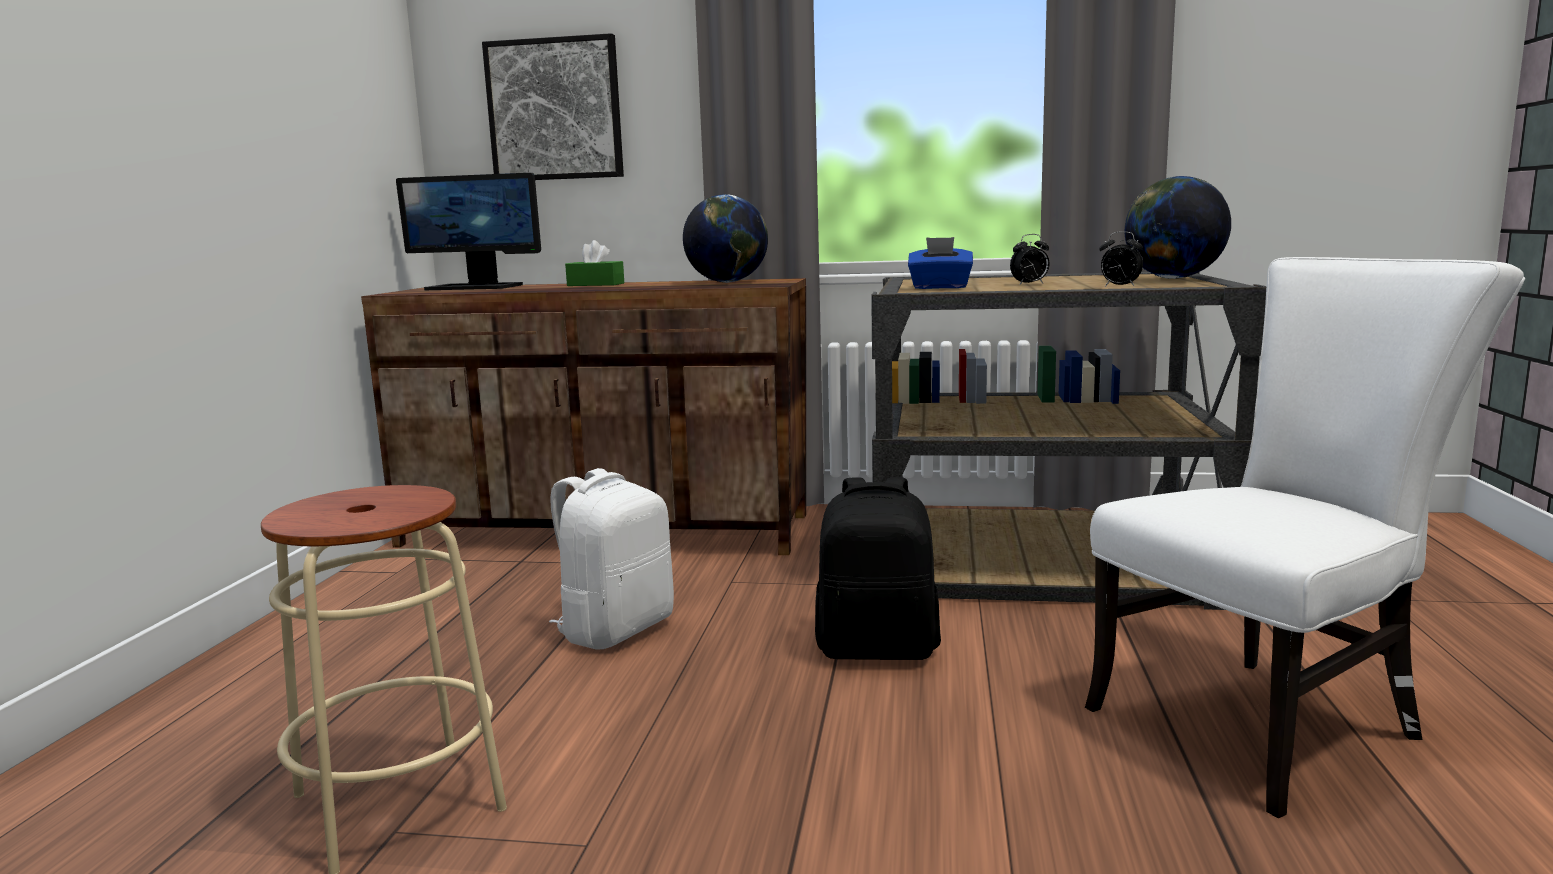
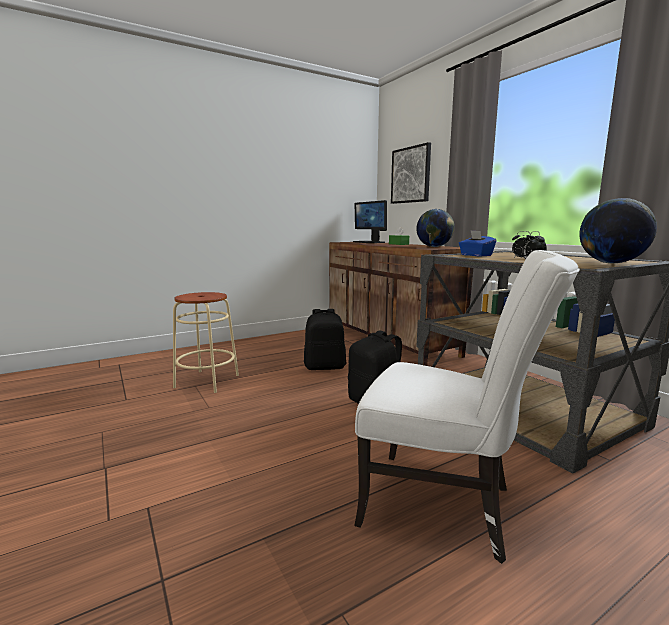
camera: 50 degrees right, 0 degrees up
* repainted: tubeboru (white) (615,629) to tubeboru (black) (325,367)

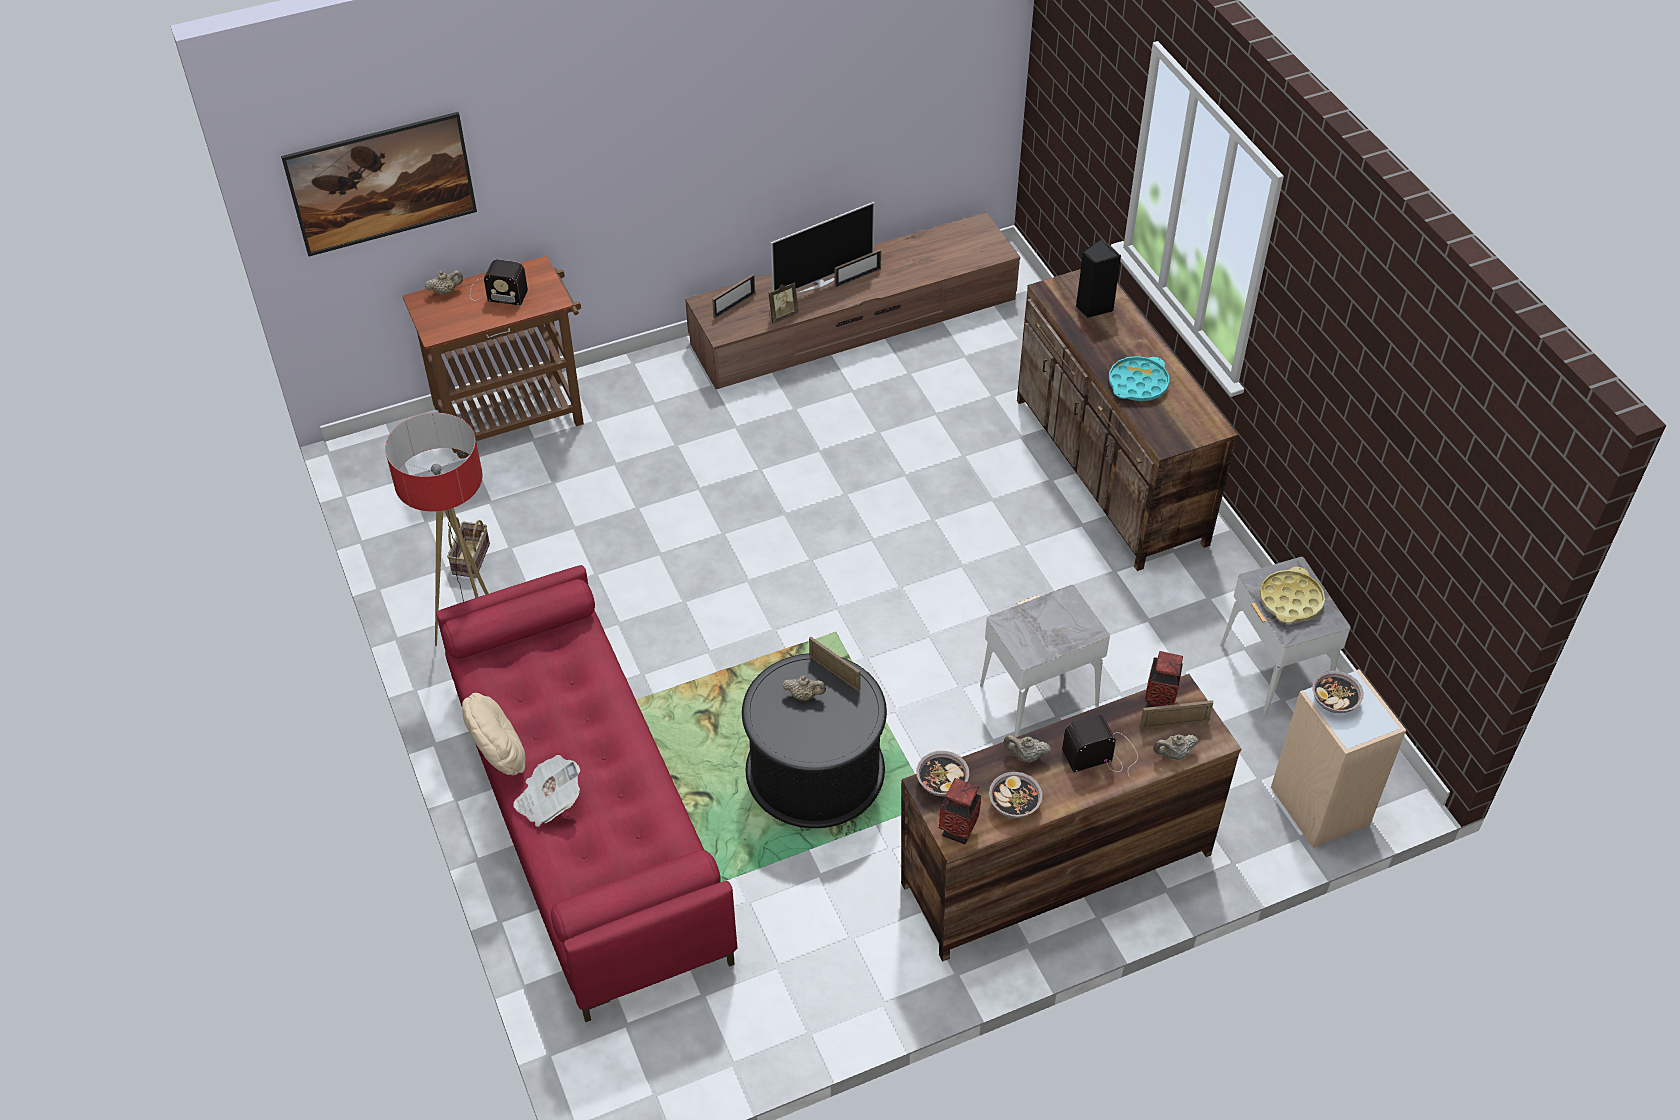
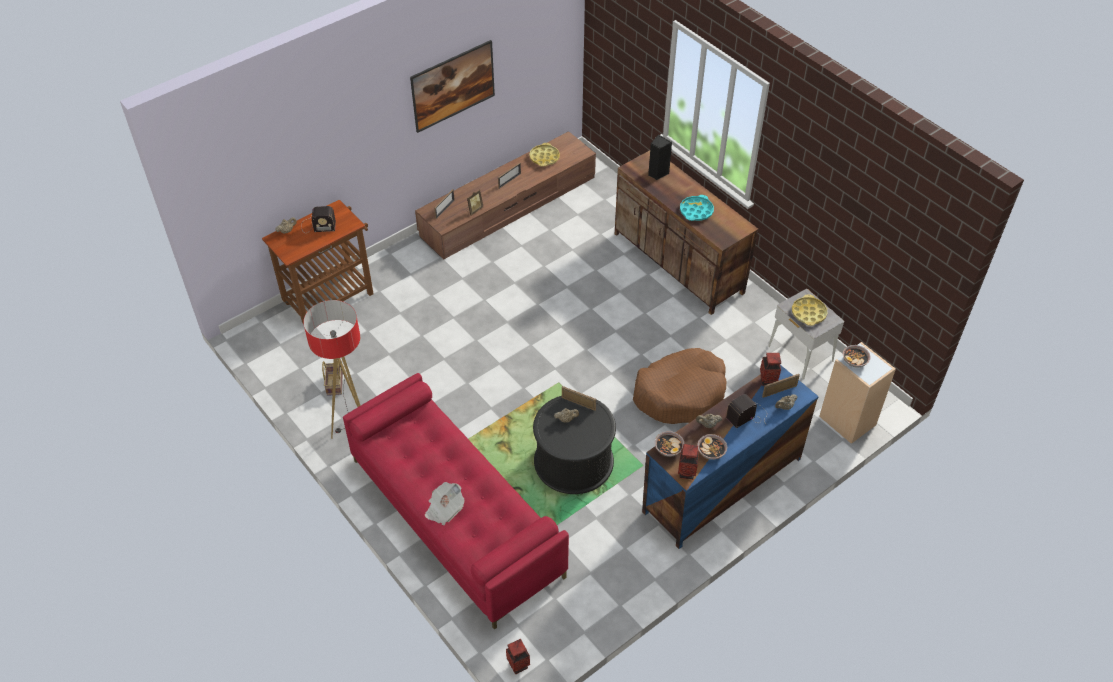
camera: 15 degrees left, 0 degrees up
* shifted: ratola (387,208) to (454,99)
* new: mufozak (518,665)
* new: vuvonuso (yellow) (544,157)
* swapped: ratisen (1037,695) to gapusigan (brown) (680,393)
* repainted: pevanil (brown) (1053,867) to pevanil (blue) (720,485)
* gone: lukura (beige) (499,757)
* gone: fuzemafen (821,283)

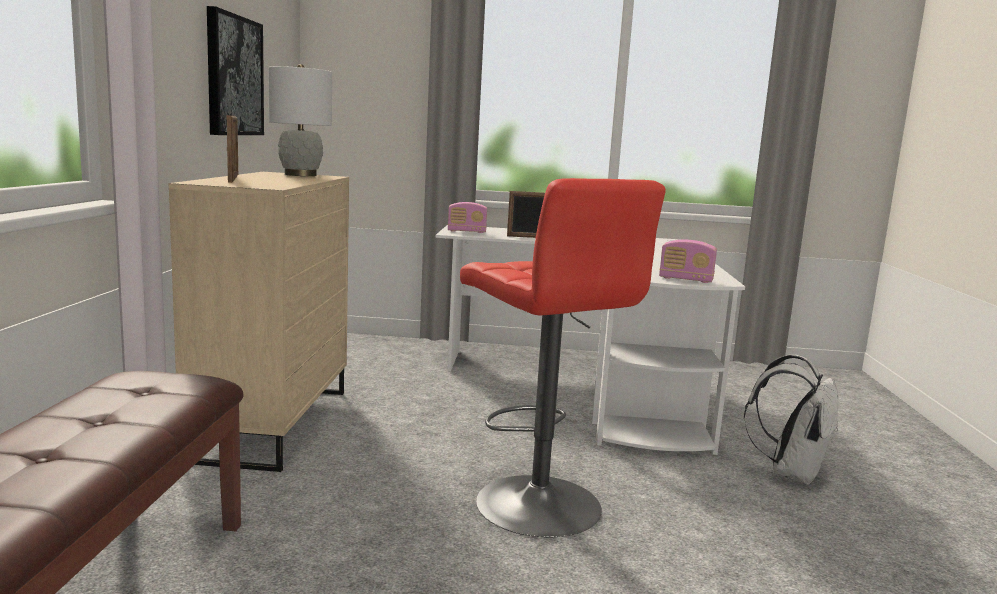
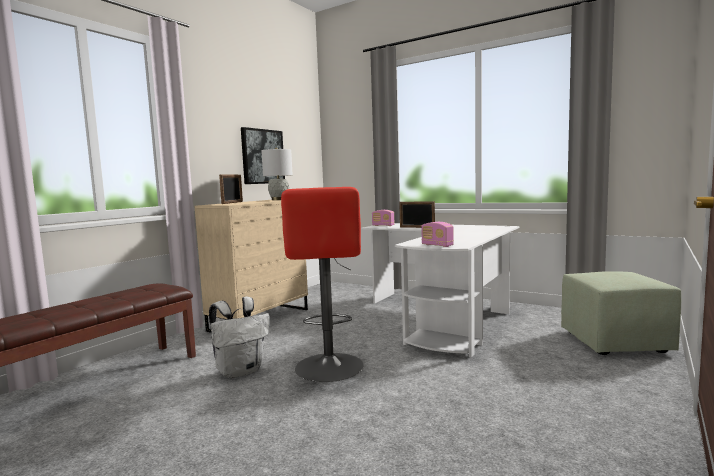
camera: 30 degrees right, 5 degrees down
* shifted: tubeboru (white) (790,472) to (240,371)
* new: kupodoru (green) (616,343)

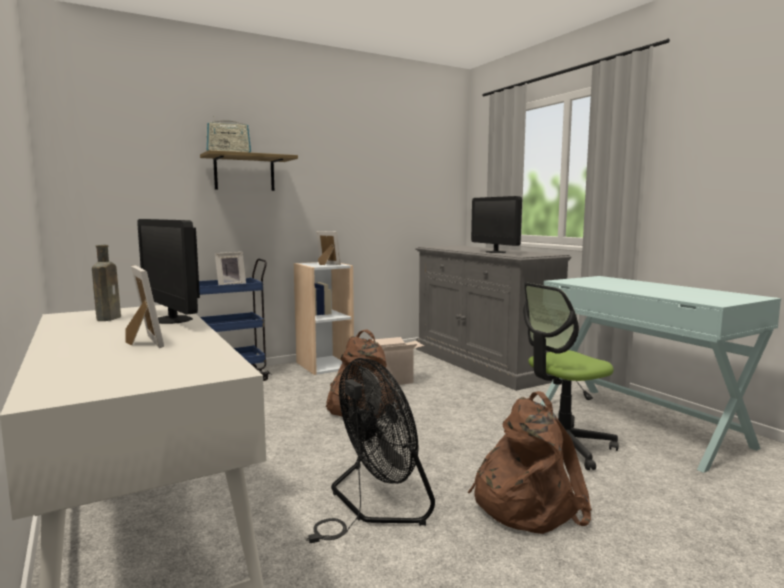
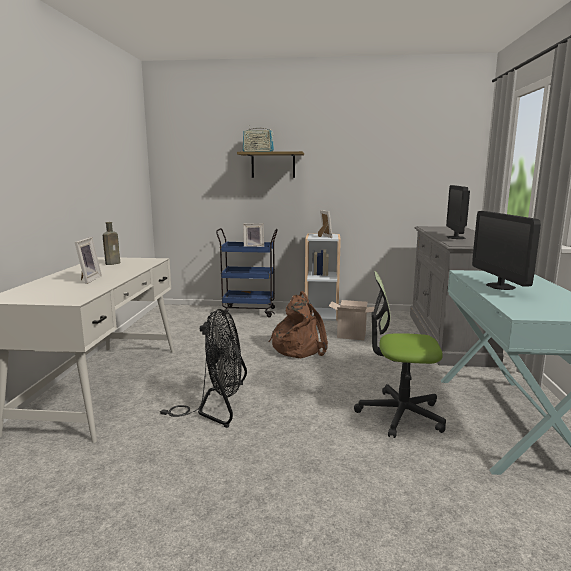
camera: 35 degrees right, 5 degrees up
* shifted: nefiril (173,319) to (500,286)
* gone: tubeboru (brown) (525,503)

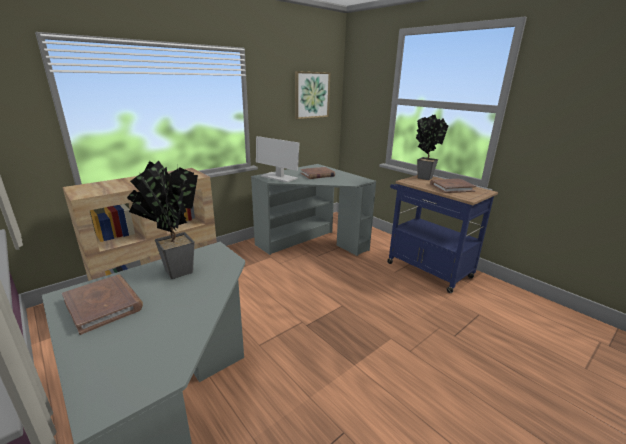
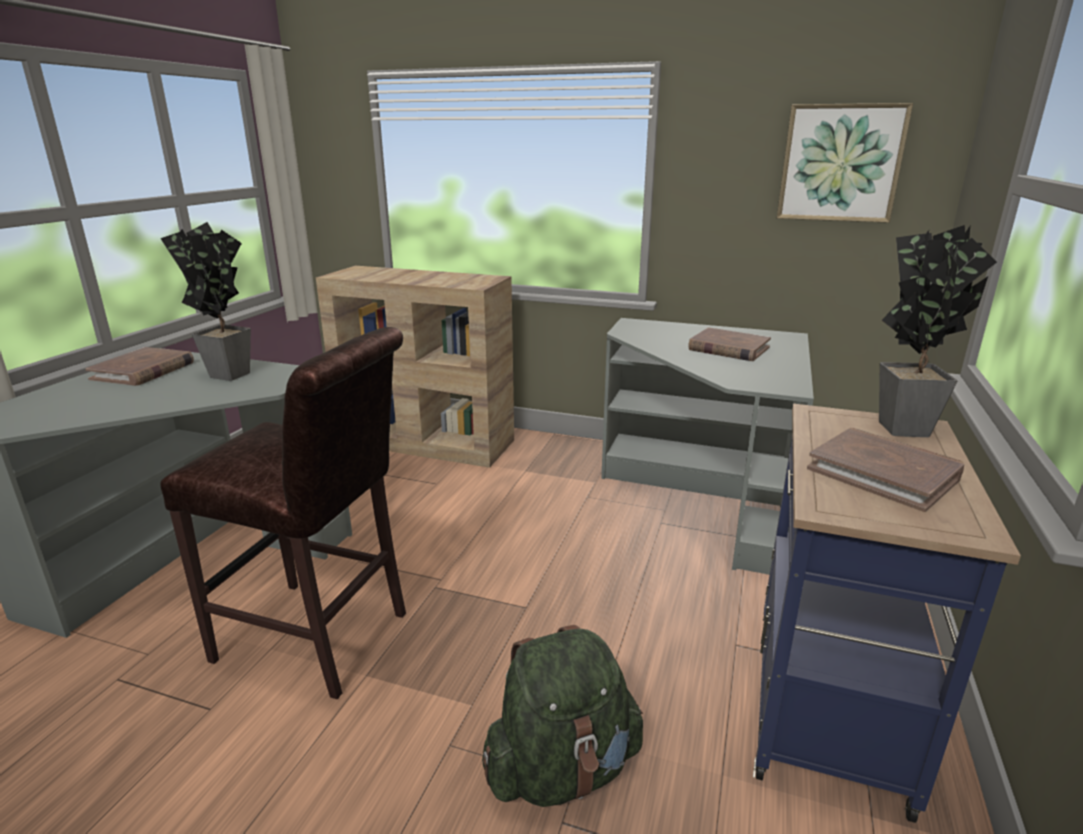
camera: 60 degrees right, 0 degrees up
* new: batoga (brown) (320,640)
* new: tubeboru (green) (562,770)
* gone: nefiril (278,177)

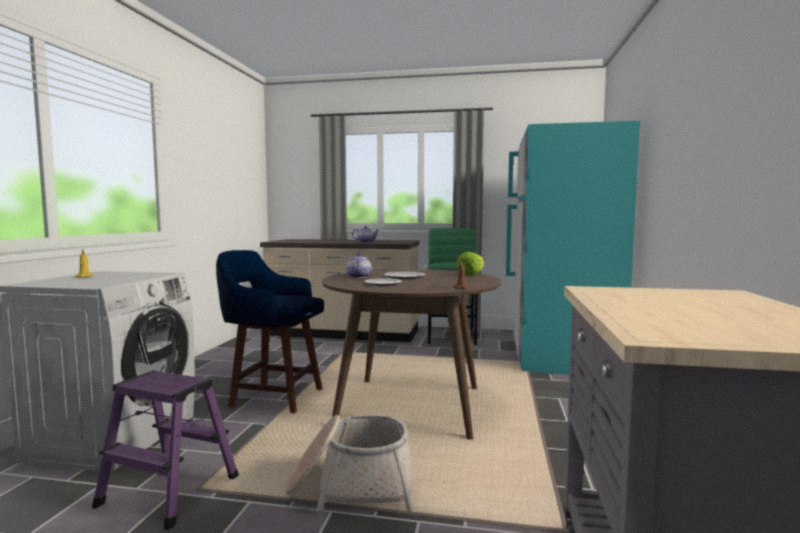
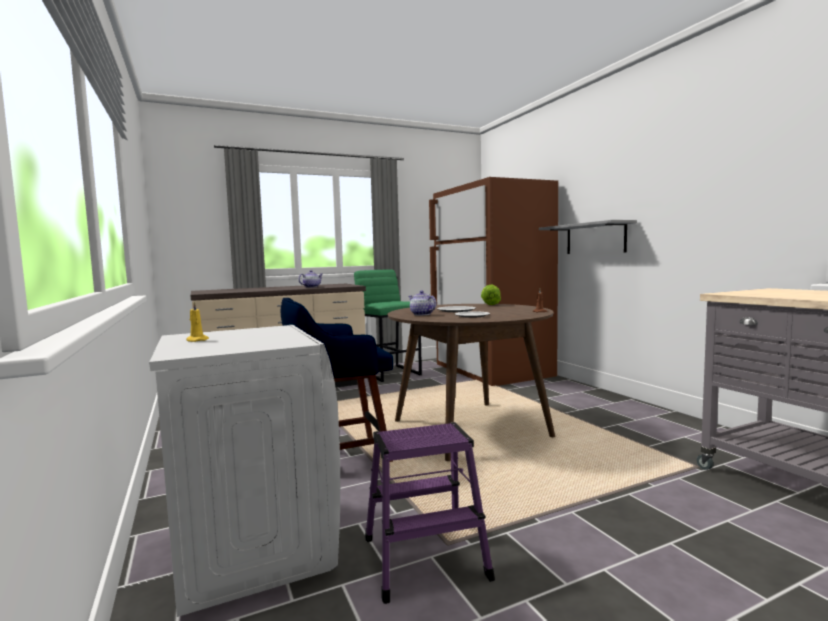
camera: 35 degrees left, 0 degrees up
* repainted: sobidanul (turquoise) (561,354) to sobidanul (brown) (492,370)
* new: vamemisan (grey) (595,238)
* gone: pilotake (352,486)

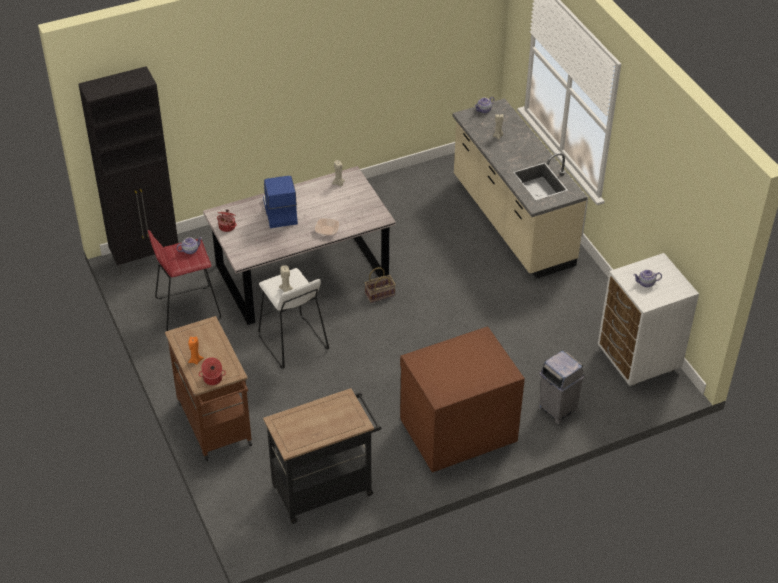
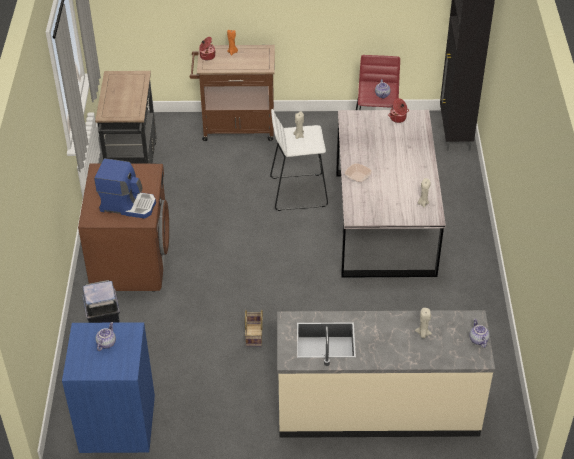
camera: 115 degrees right, 0 degrees up
* repainted: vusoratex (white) (638,360) to vusoratex (blue) (118,427)
* shifted: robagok (279,211) to (128,204)
* shifted: pilotake (380,294) to (254,335)

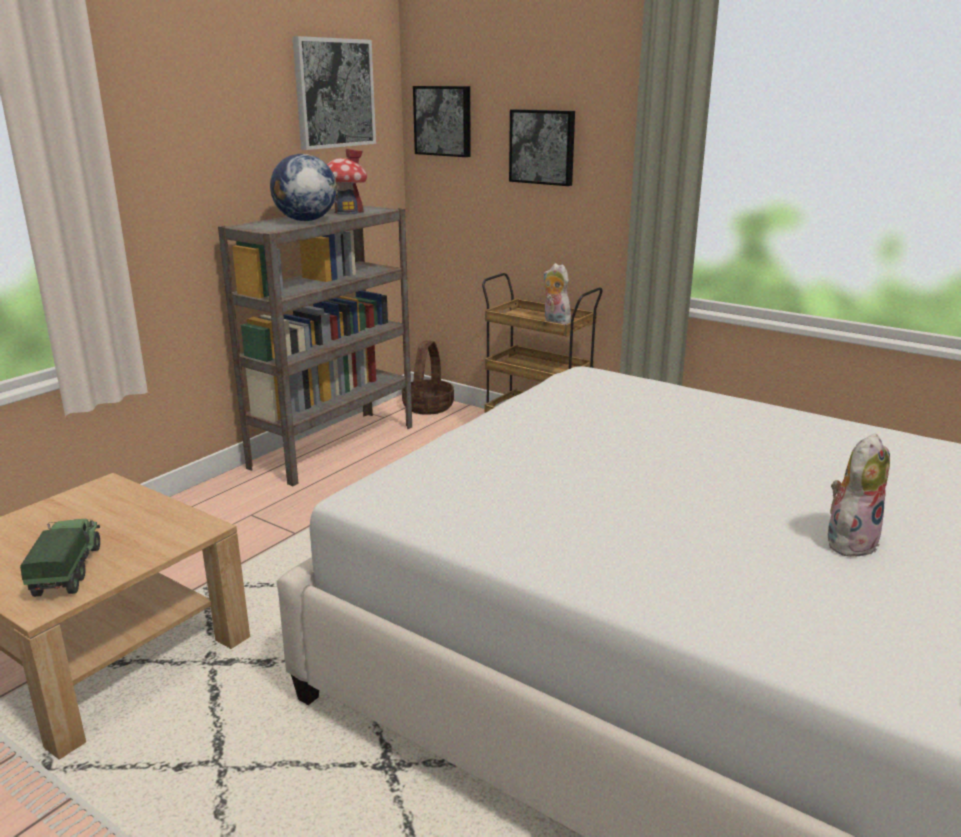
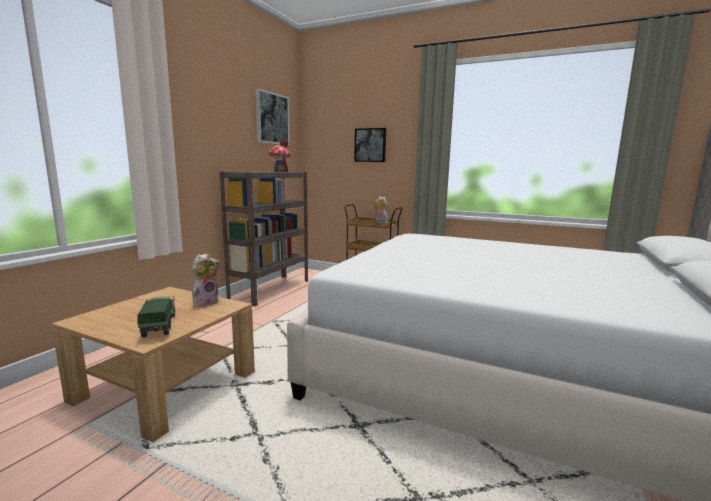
camera: 10 degrees left, 10 degrees down
* shifted: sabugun (849,541) to (206,302)
* gone: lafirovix (305,220)
* gone: pilotake (428,407)
* gone: ratola (444,121)

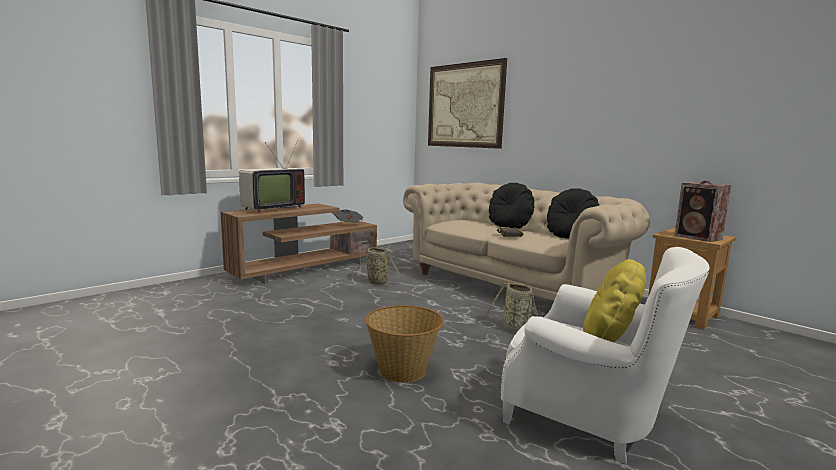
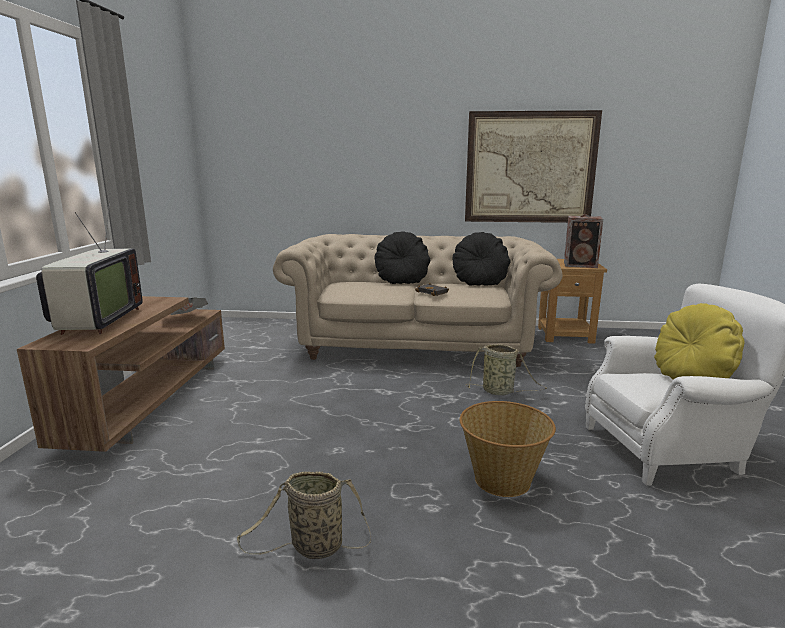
camera: 40 degrees left, 5 degrees up
* shifted: pilotake (376,282) to (313,548)
* shifted: ratola (464,105) to (530,168)

